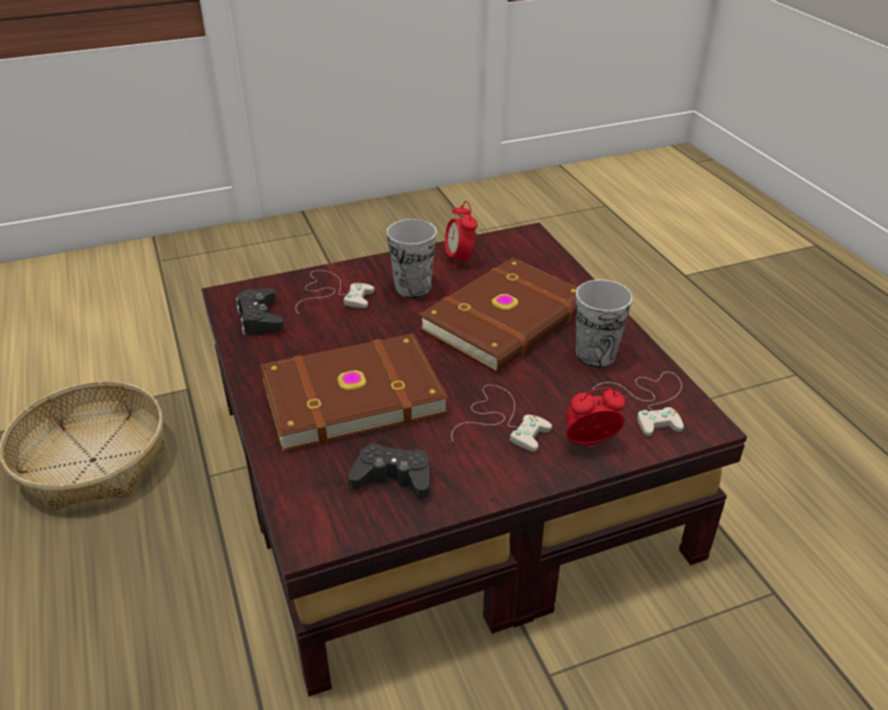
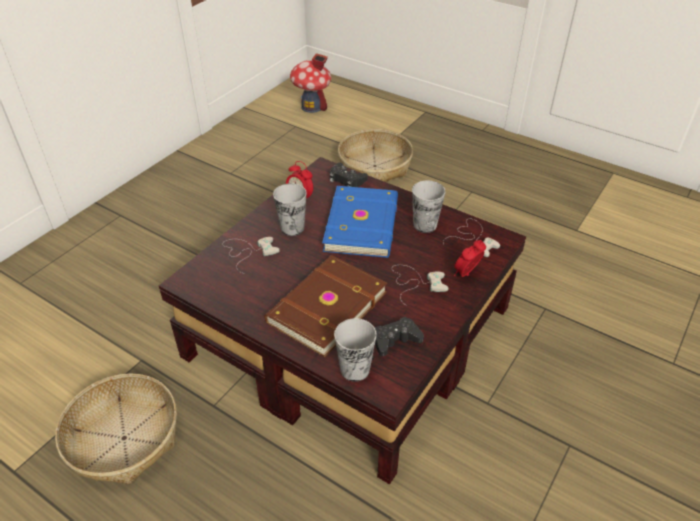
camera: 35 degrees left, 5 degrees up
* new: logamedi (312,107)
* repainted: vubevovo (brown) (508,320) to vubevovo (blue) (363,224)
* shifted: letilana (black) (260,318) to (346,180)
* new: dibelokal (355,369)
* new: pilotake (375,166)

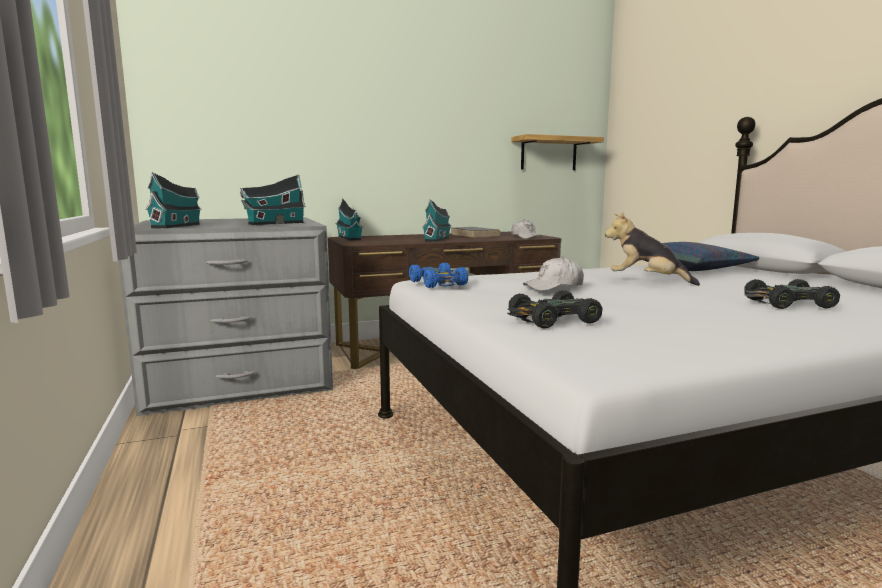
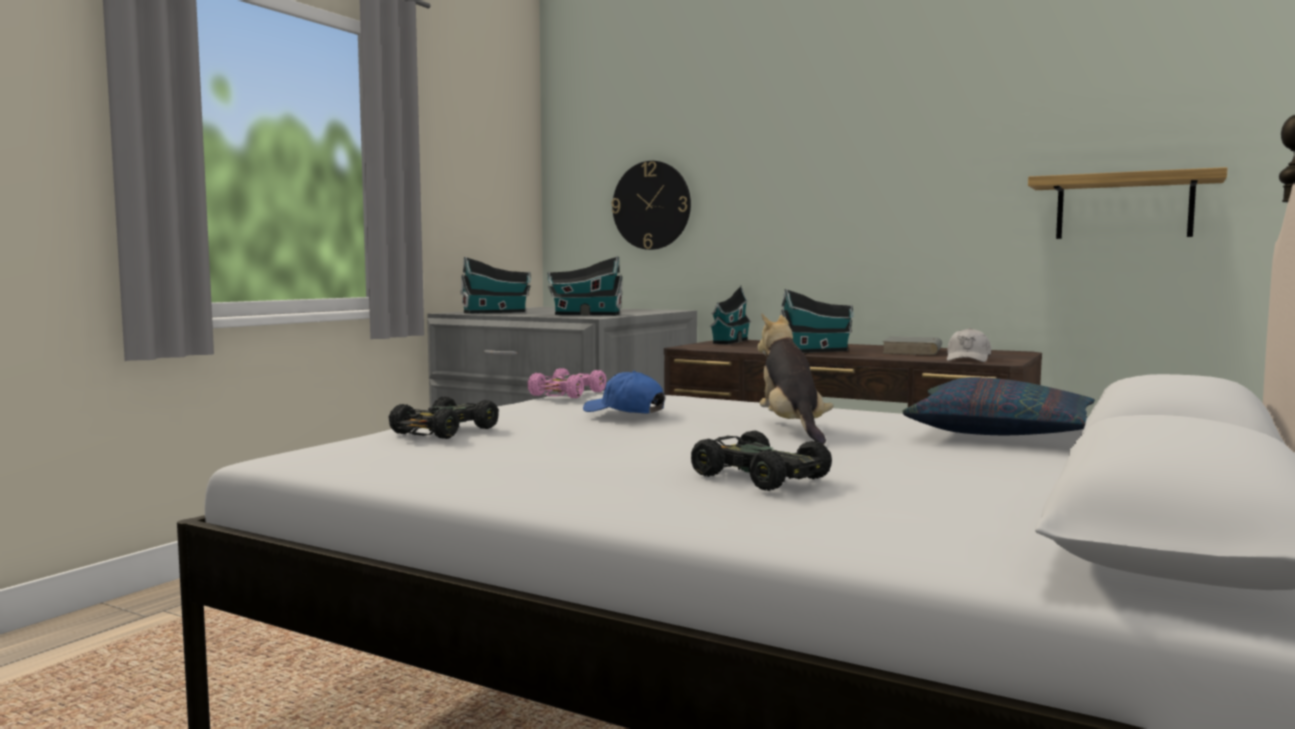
camera: 50 degrees right, 5 degrees down
* rotated: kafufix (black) (552,320) = (444,431) 90 degrees counterclockwise
* repainted: kafufix (blue) (438,283) to kafufix (pink) (567,394)
* repainted: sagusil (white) (553,286) to sagusil (blue) (624,411)
* new: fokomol (651,205)

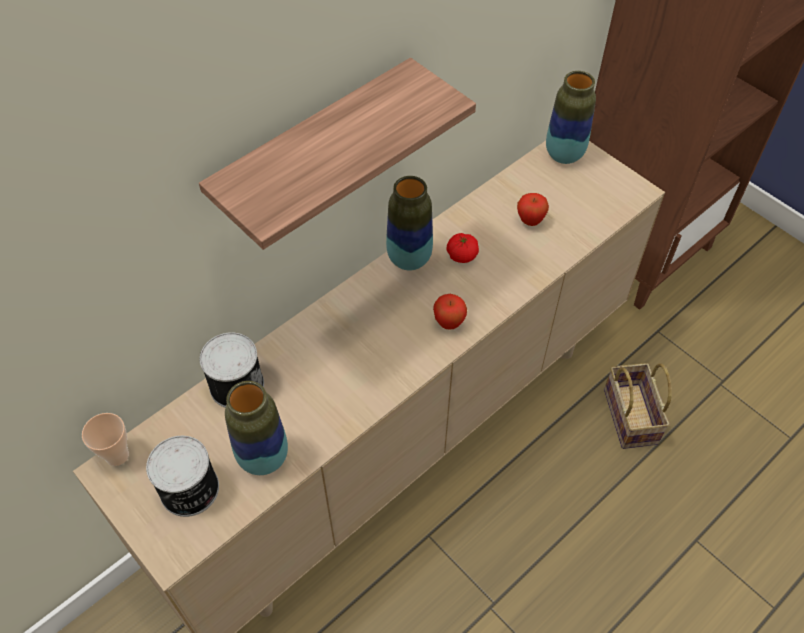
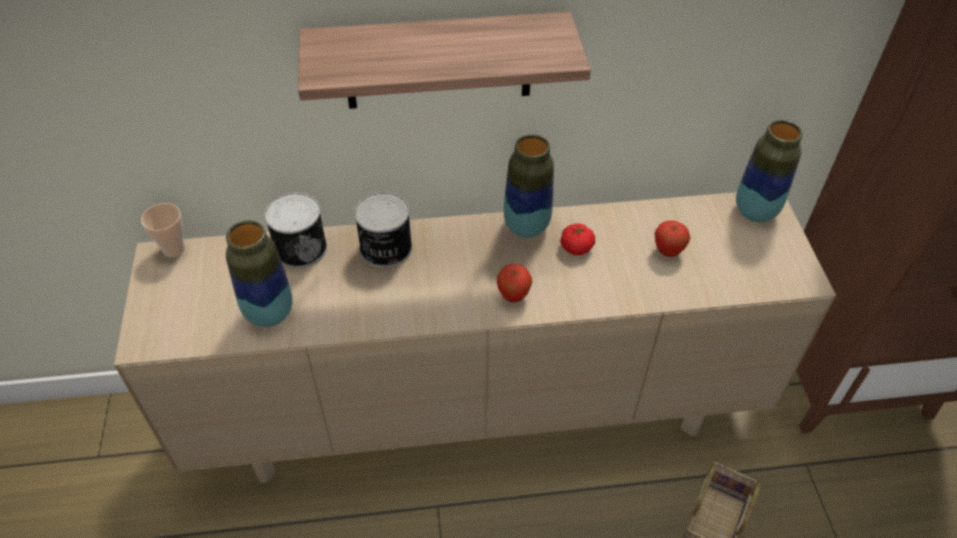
camera: 35 degrees right, 5 degrees down
* shifted: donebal (189,490) to (385,249)

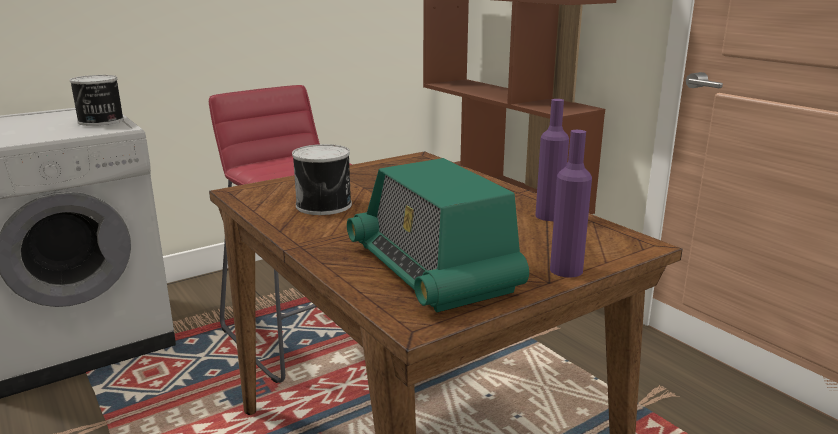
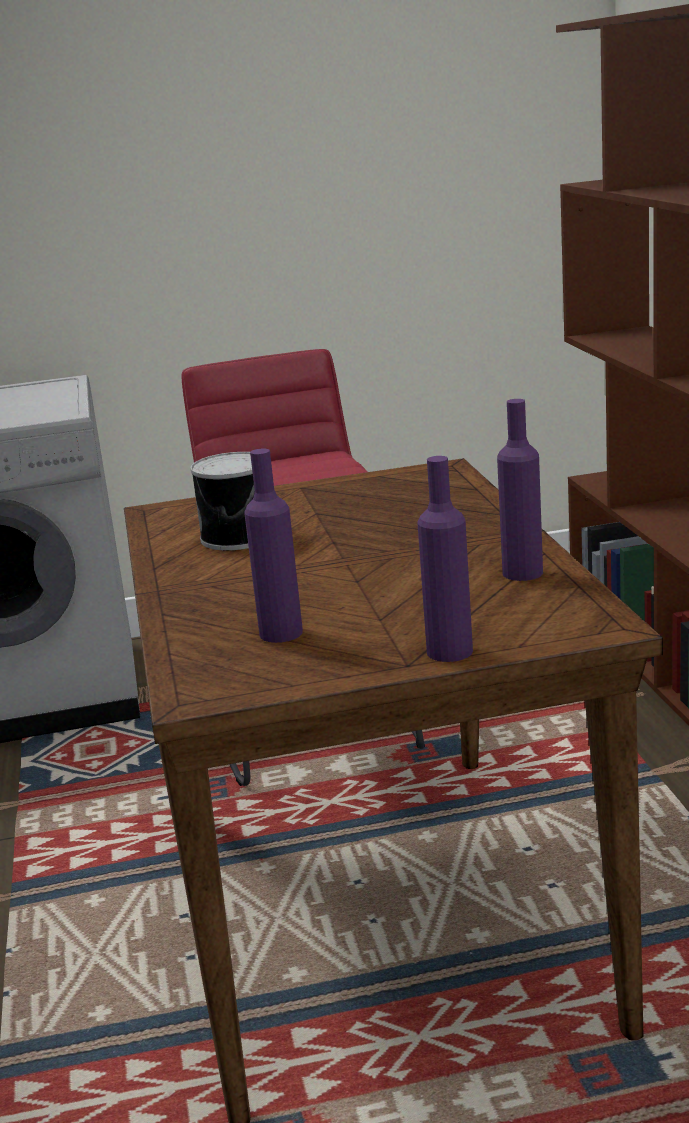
camera: 25 degrees right, 0 degrees up
* swapped: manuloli (432,268) to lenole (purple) (281,633)
* gone: donebal (100,121)

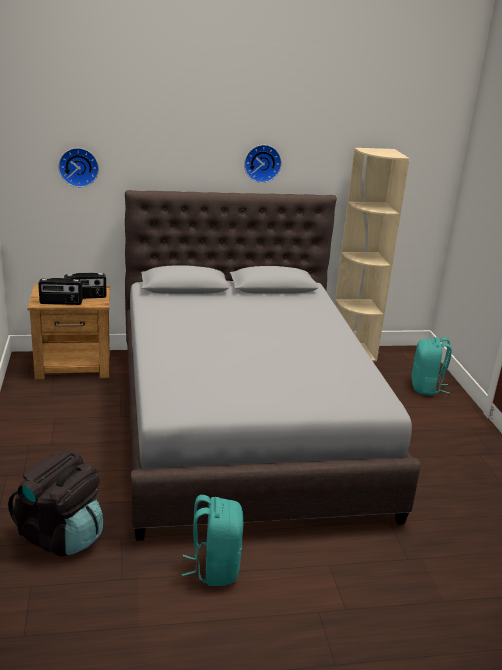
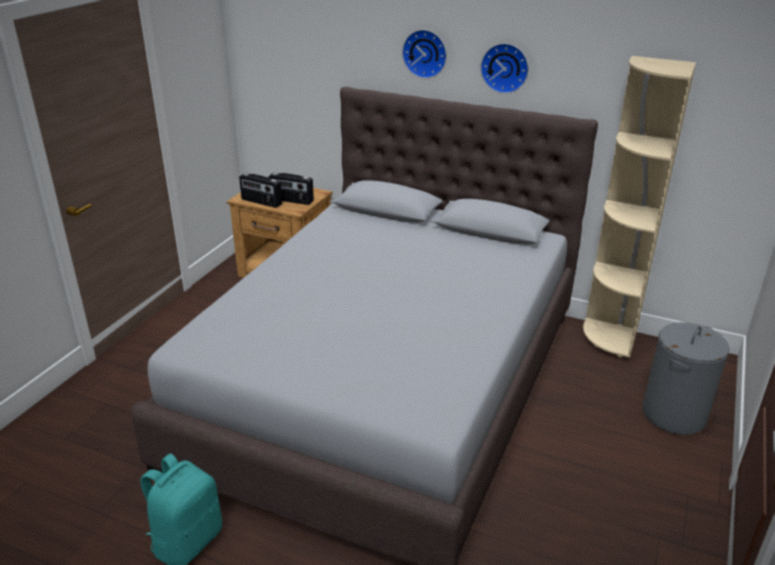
camera: 35 degrees right, 5 degrees up
* shifted: fokomol (78,167) to (425,53)
* swapped: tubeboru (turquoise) (426,388) to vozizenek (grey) (674,414)
* gone: tubeboru (black) (61,535)

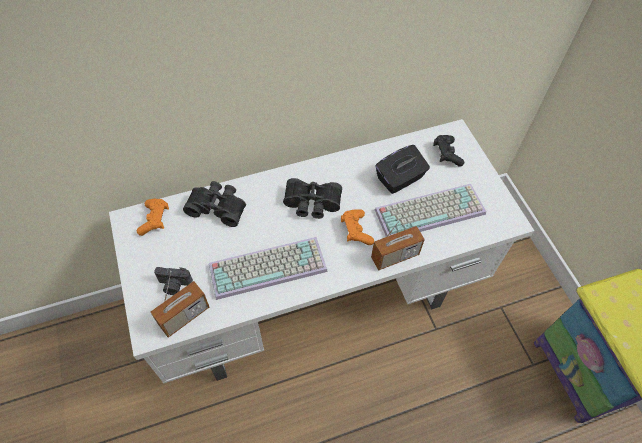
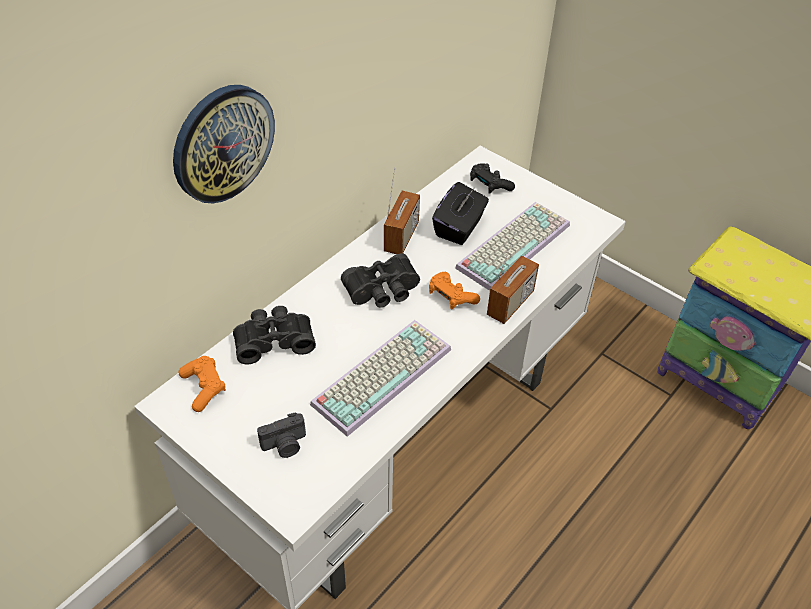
camera: 30 degrees left, 10 degrees down
* new: fokomol (222,143)
* shifted: manuloli (184,316) to (401,237)

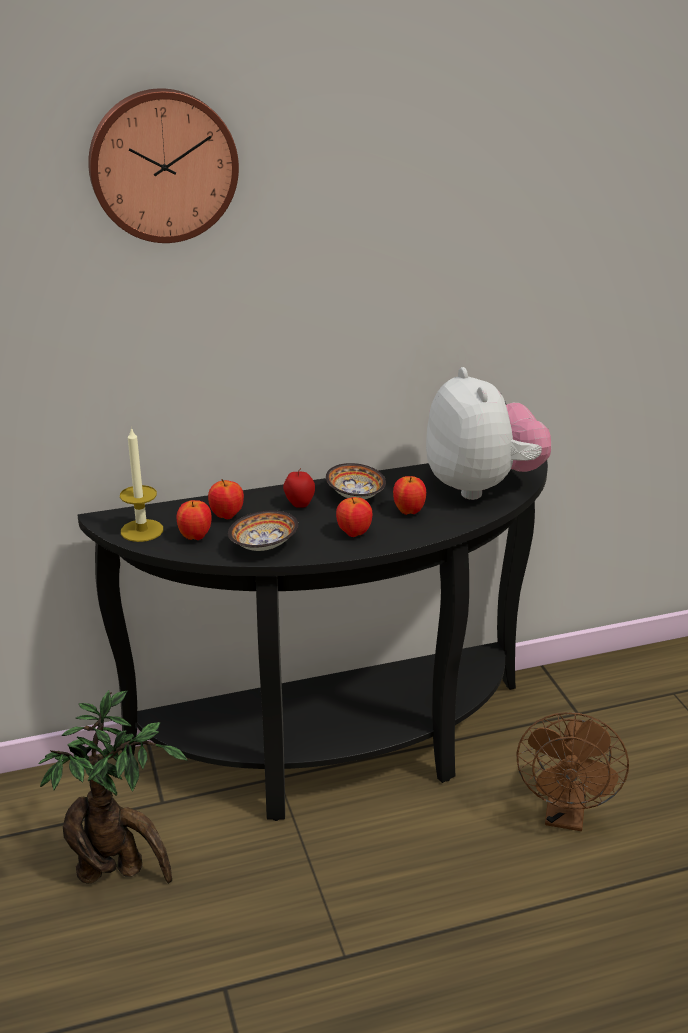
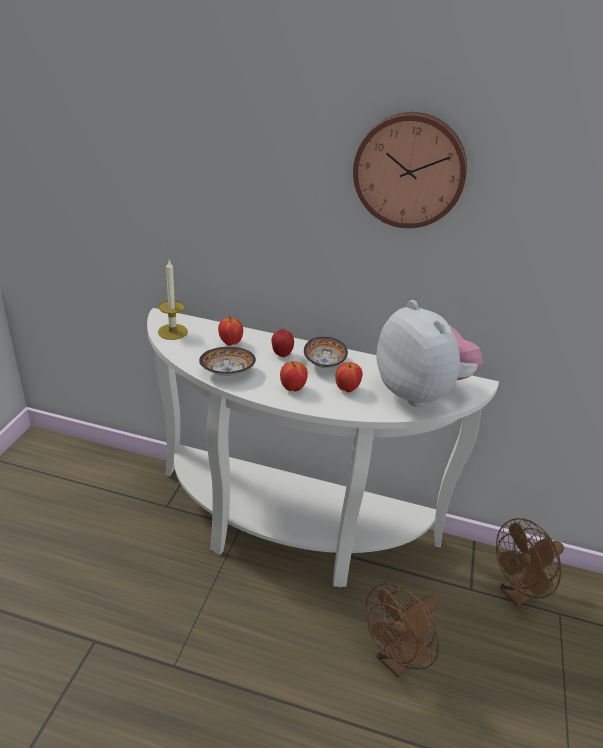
camera: 30 degrees right, 5 degrees up
* repainted: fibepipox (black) (340,755) to fibepipox (white) (288,532)
* shifted: fokomol (163,165) to (410,170)
* rotated: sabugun (482,486) = (420,393) 45 degrees counterclockwise
* new: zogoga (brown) (517,593)
* gone: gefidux (119,872)
* gone: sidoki (195,537)

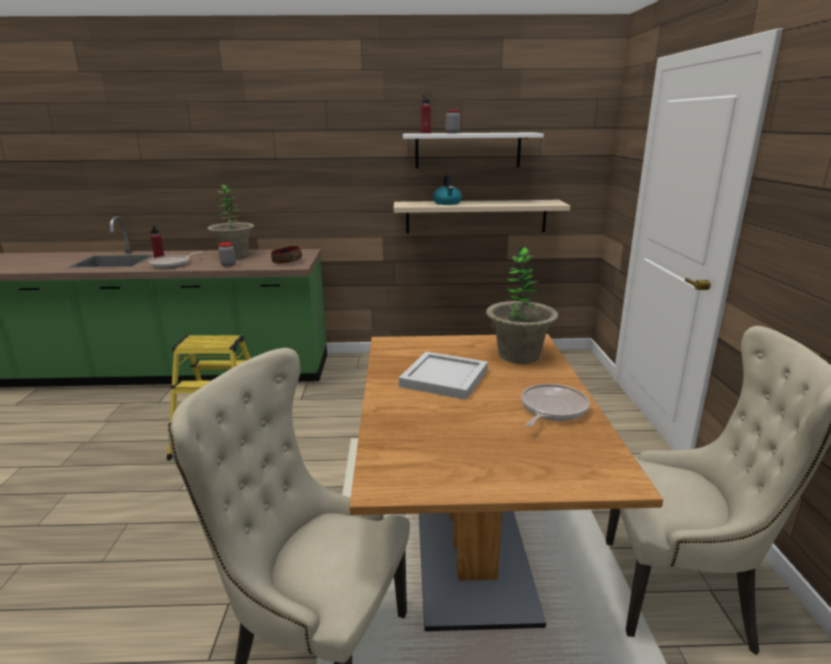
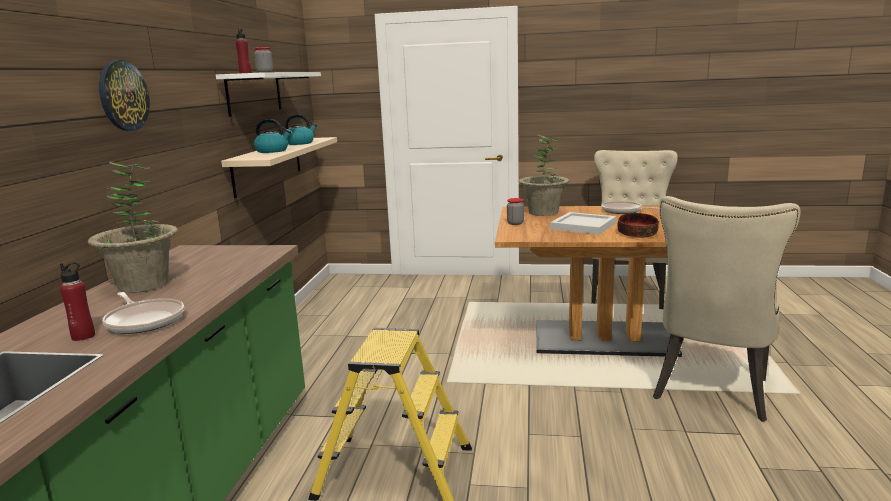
camera: 80 degrees left, 5 degrees down
* new: fokomol (123,96)
* new: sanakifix (300,143)
* shifted: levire (228,265) to (515,223)
* shifted: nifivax (286,261) to (636,234)

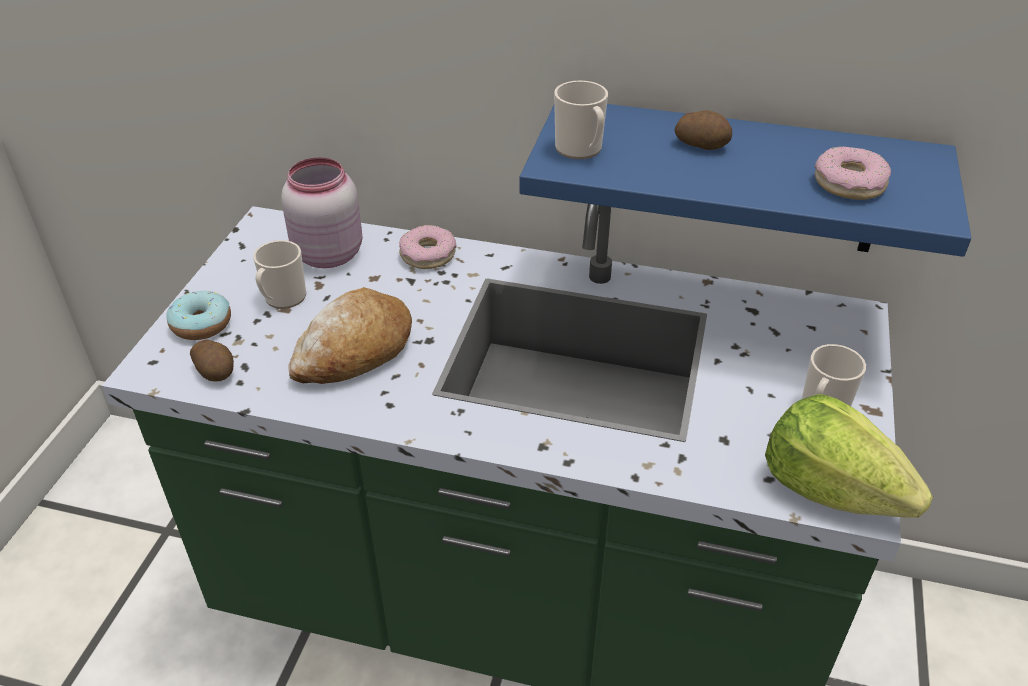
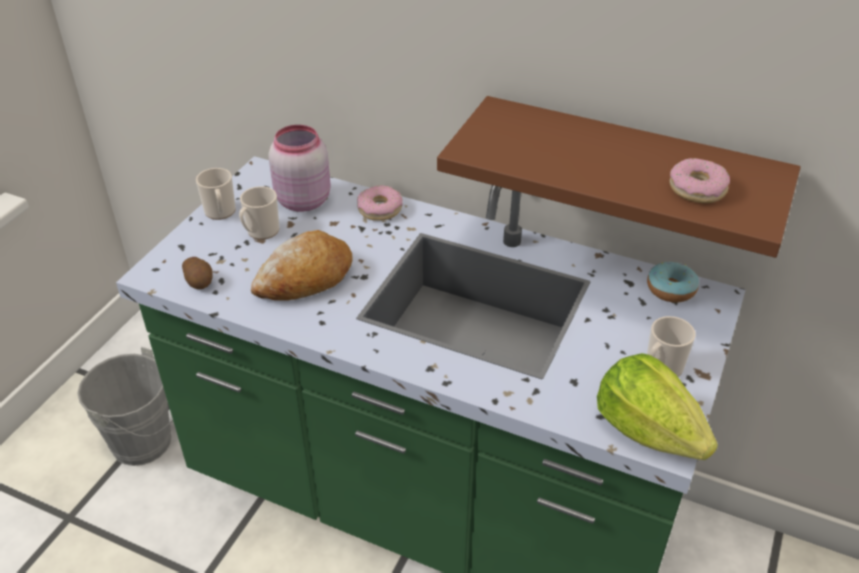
camera: 10 degrees right, 0 degrees up
* new: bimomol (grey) (147,444)
* shifted: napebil (581,150) to (220,213)
* repainted: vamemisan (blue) (738,177) to vamemisan (brown) (627,173)
* shifted: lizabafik (201,324) to (671,289)
* gone: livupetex (701,144)

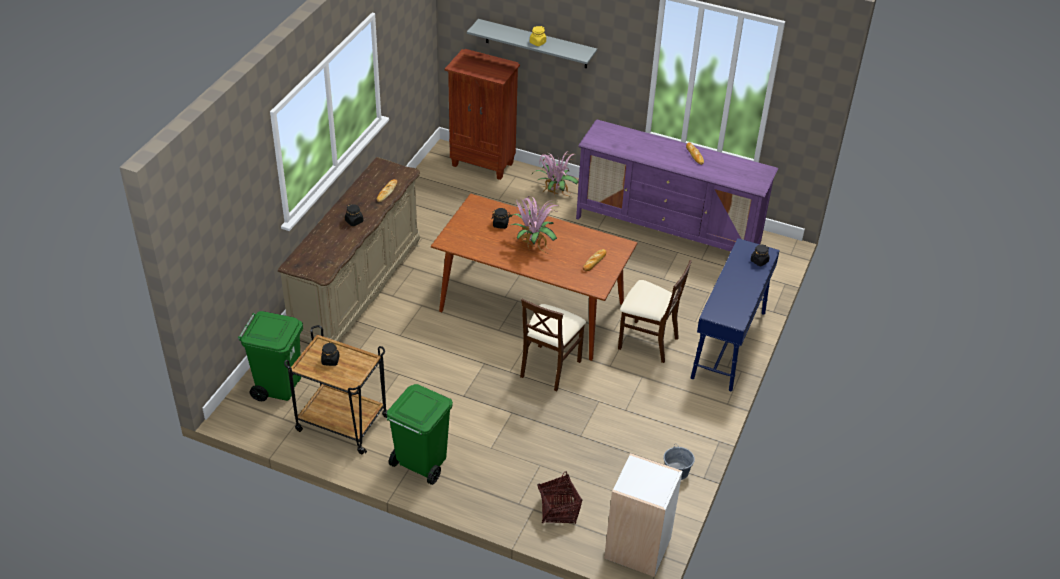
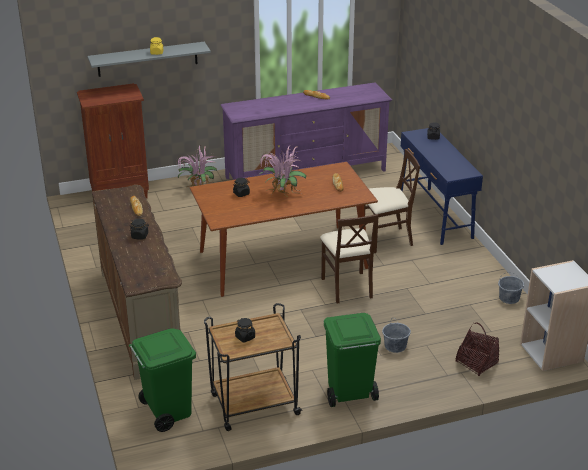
camera: 40 degrees left, 10 degrees down
* new: bimomol (grey) (395,346)

